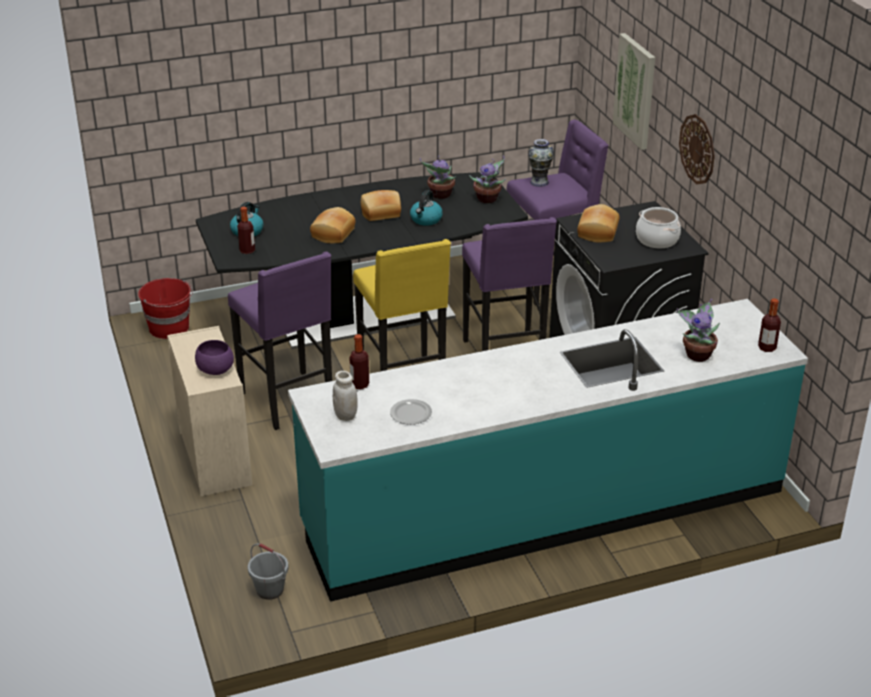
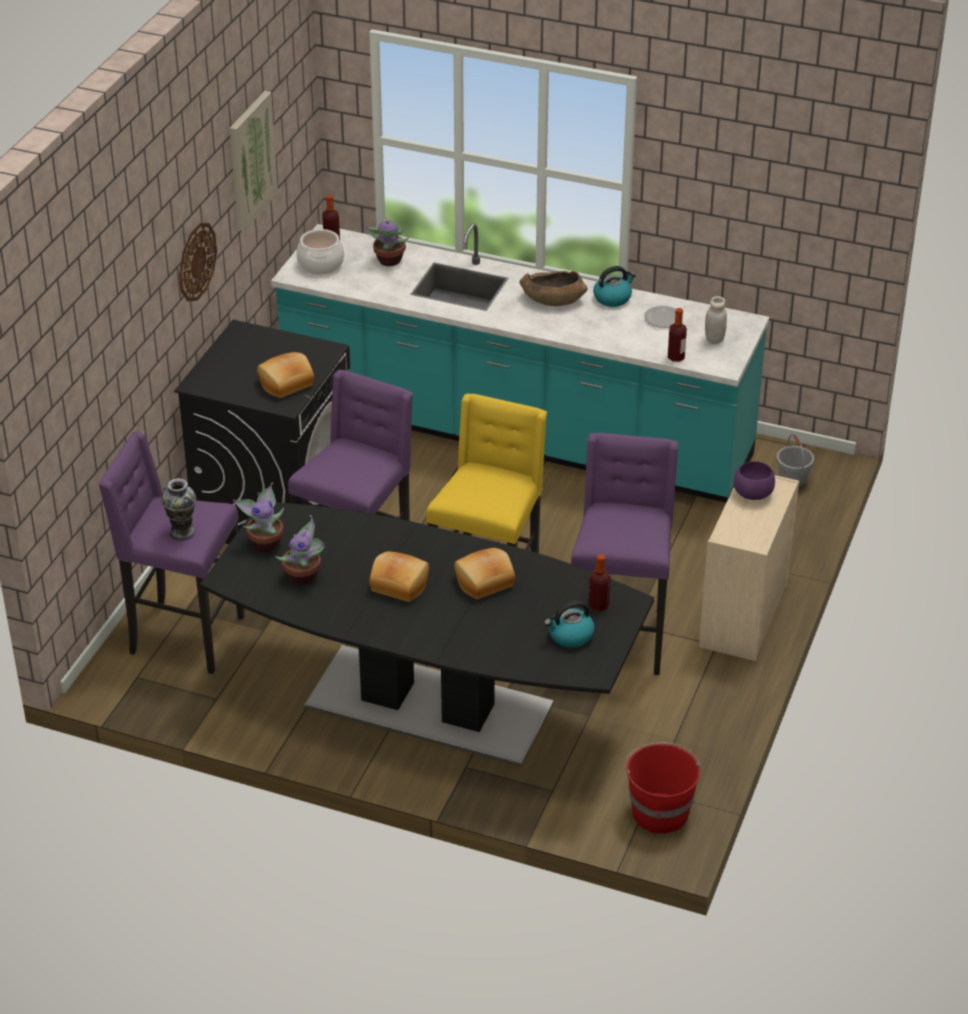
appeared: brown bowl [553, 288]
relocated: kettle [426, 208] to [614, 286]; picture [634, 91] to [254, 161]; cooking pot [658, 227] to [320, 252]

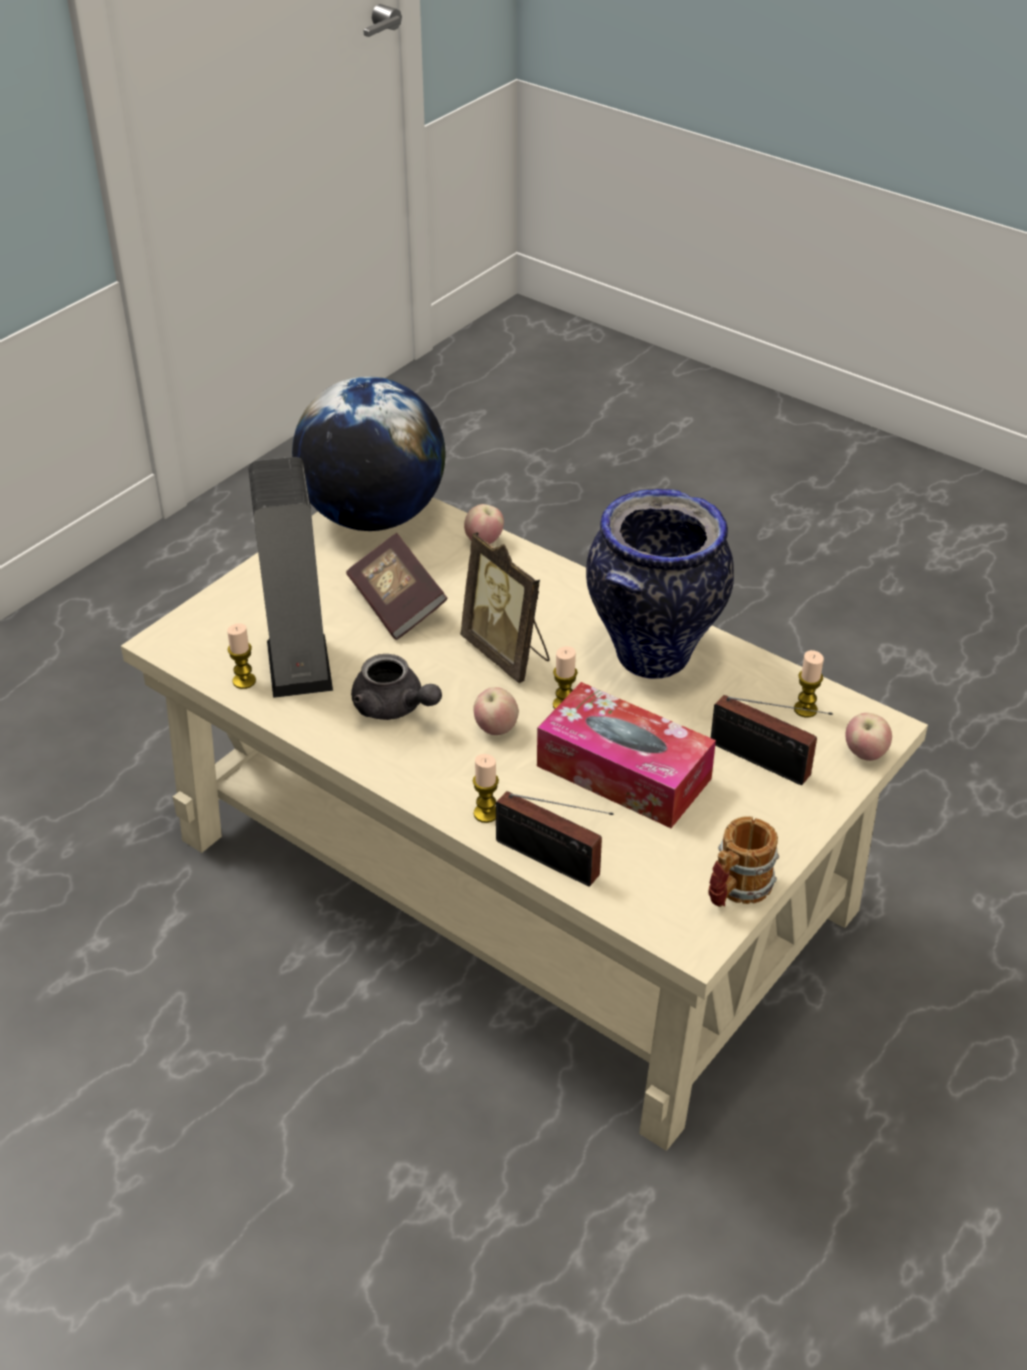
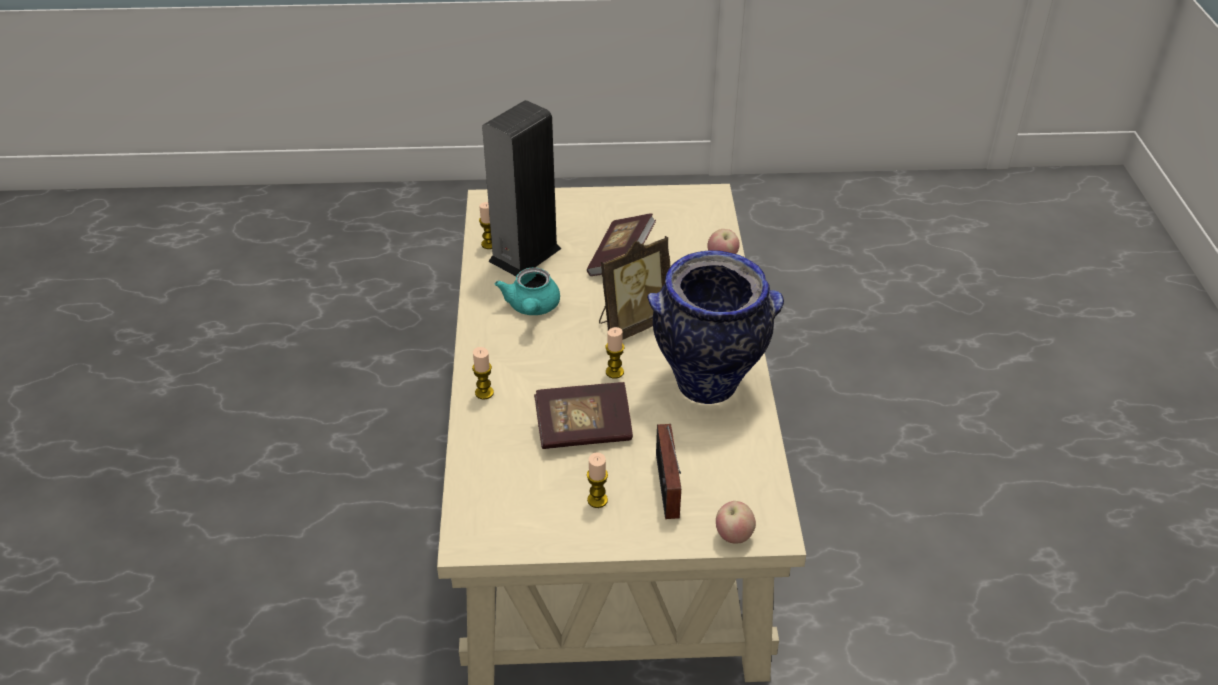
missing: globe [368, 453]; apple [496, 711]; radio [554, 838]; mug [743, 861]
relocated: candle [809, 683] to [597, 480]
exchanged: tissue box [626, 755] to book [583, 415]
colour: grey teapot [396, 687] to turquoise teapot [527, 291]
spun: picture frame [505, 607] = [634, 288] 135 degrees counterclockwise

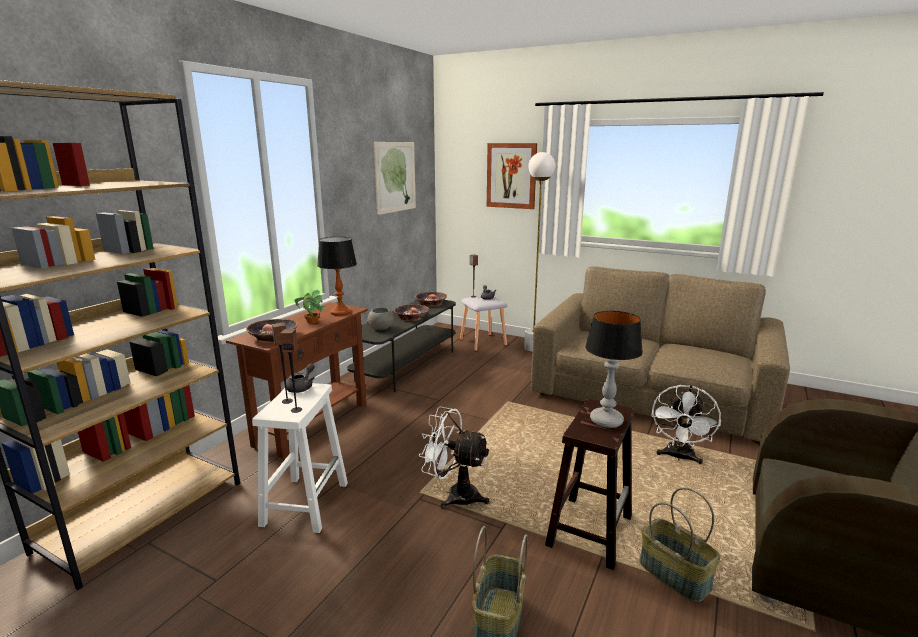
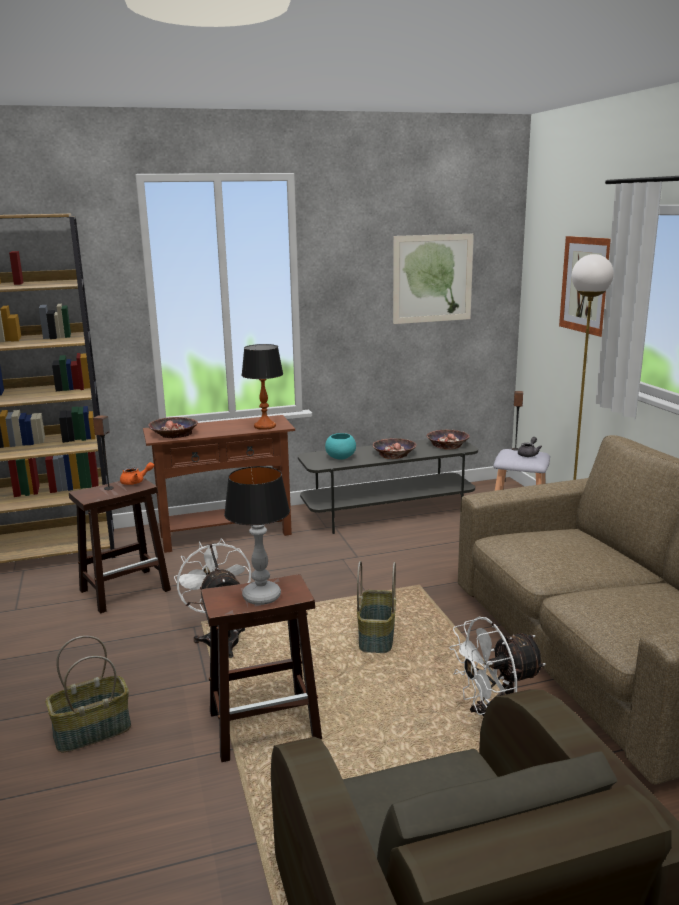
missing: speaker [291, 371]; potted plant [309, 307]
relocated: basket [680, 544] to [376, 607]
colour: white stool [300, 458] to brown stool [120, 546]; grey teapot [300, 378] to orange teapot [137, 473]; grey bowl [380, 319] to turquoise bowl [340, 446]

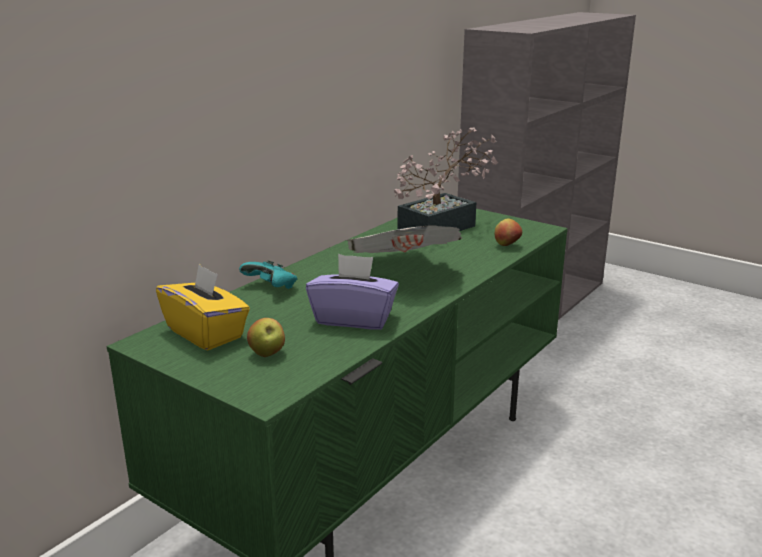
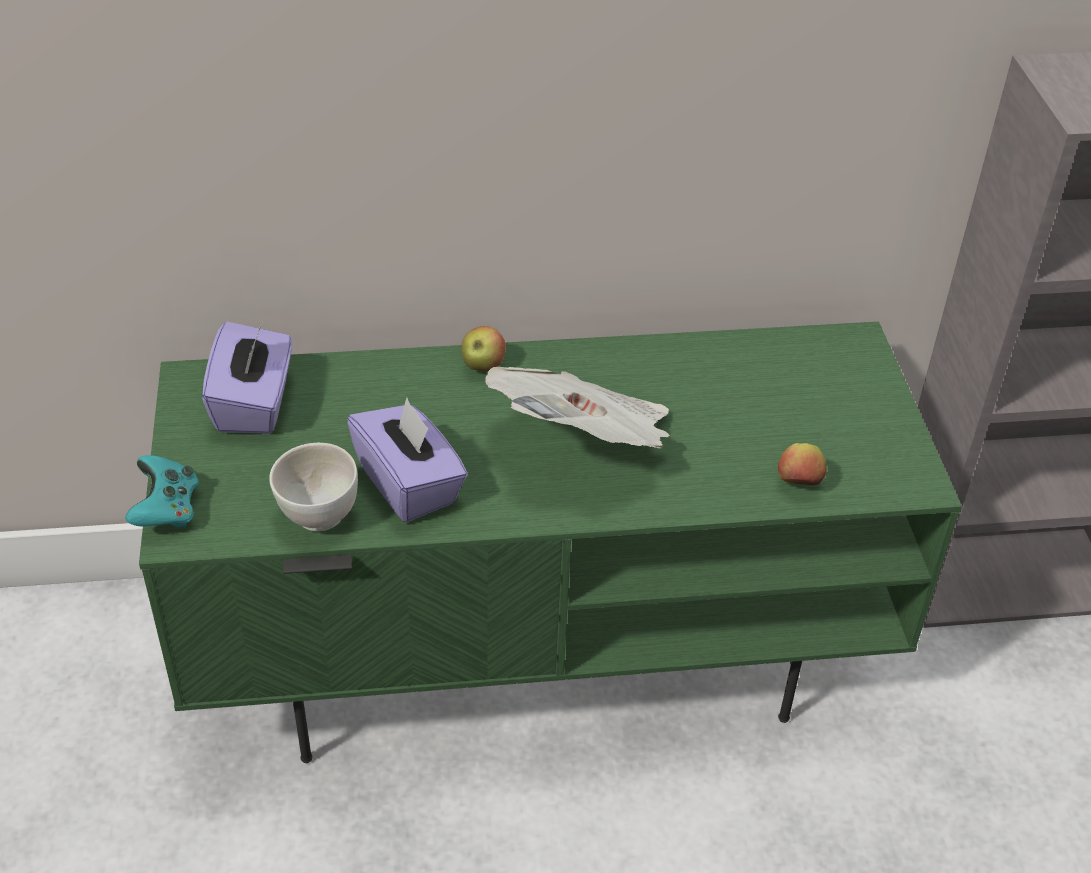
missing: potted plant [446, 179]
appeared: white bowl [313, 487]
relocated: turquoise game controller [268, 274] to [162, 491]; apple [266, 337] to [483, 348]
colour: yellow tissue box [203, 307] to purple tissue box [247, 378]

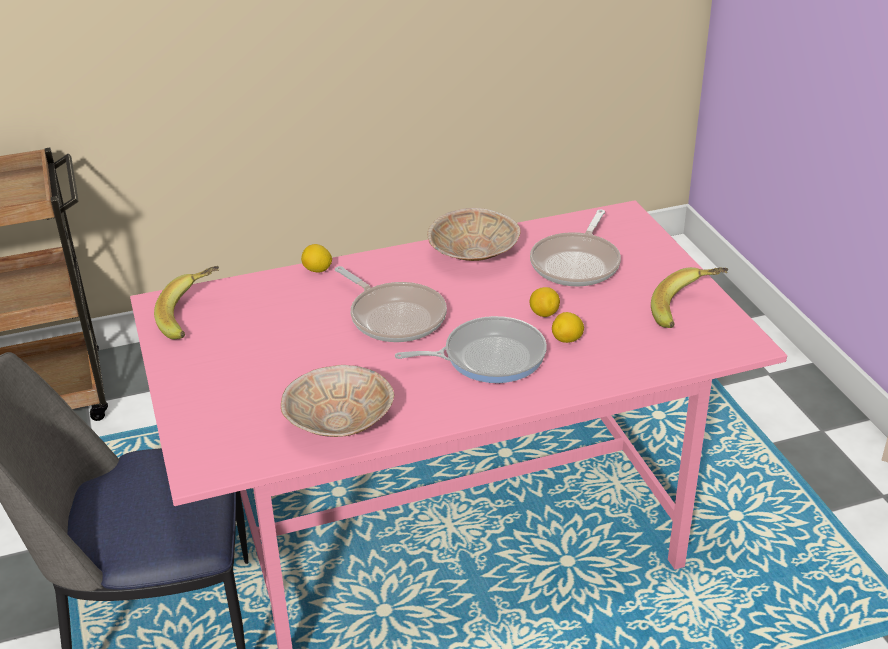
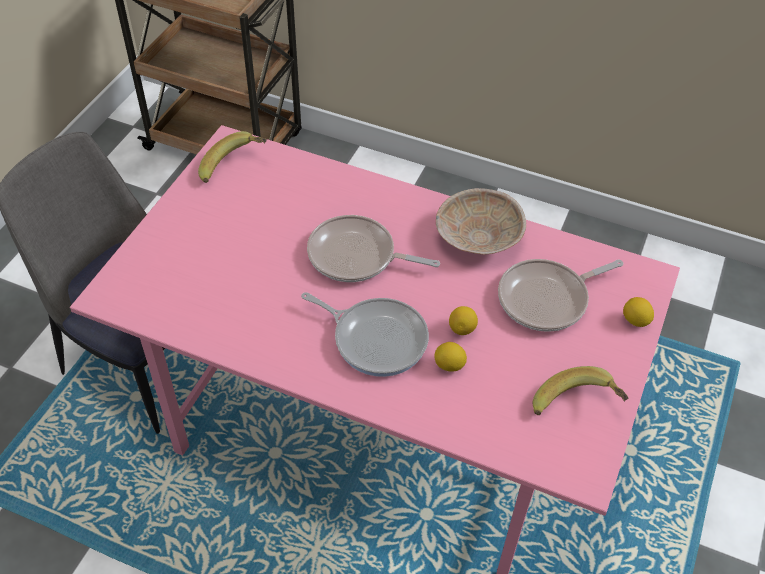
missing: beige bowl [337, 401]
relocated: lemon [316, 258] to [638, 312]
spun: frying pan [391, 304] = [373, 248] 105 degrees clockwise

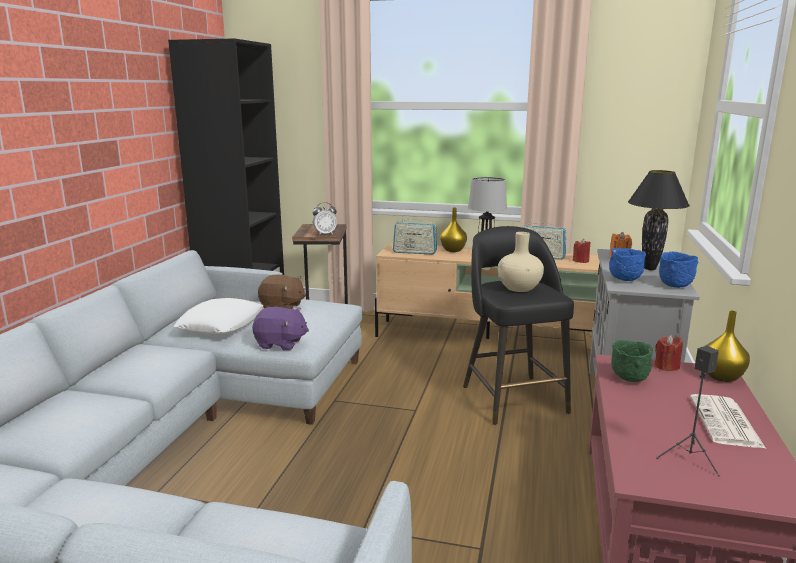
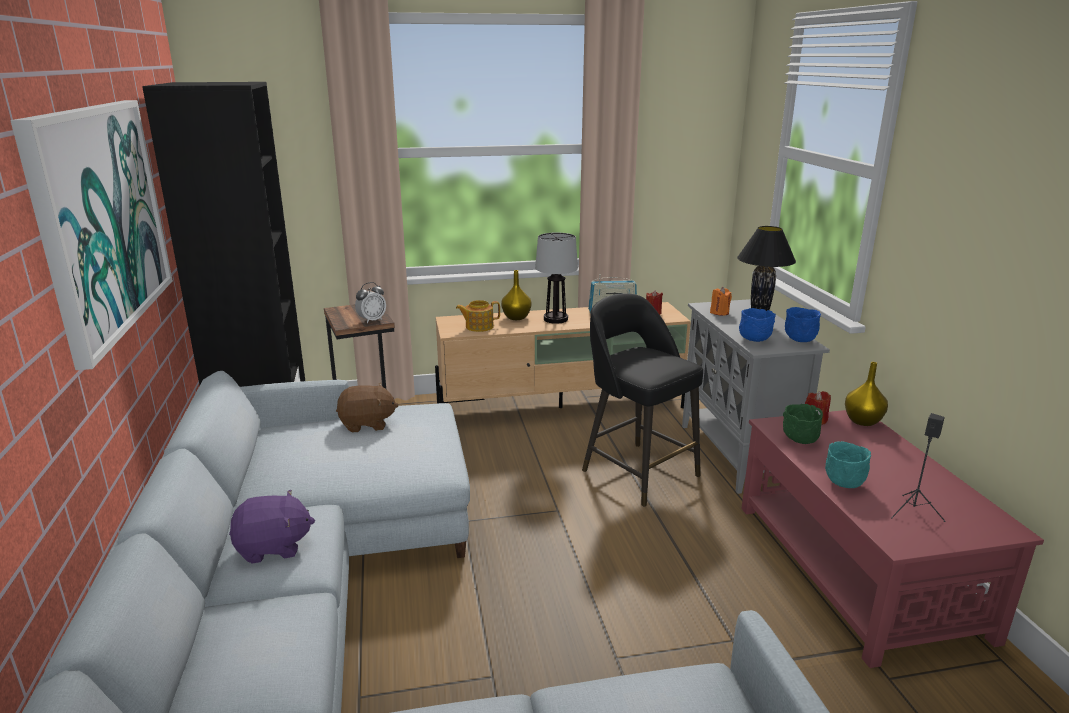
missing: white pillow [218, 316]; beige vase [521, 262]; newspaper [728, 421]
appeared: picture [91, 235]; turquoise bowl [848, 464]
relocated: purple plush toy [280, 328] to [272, 526]
exchanged: radio [415, 235] to teapot [478, 316]

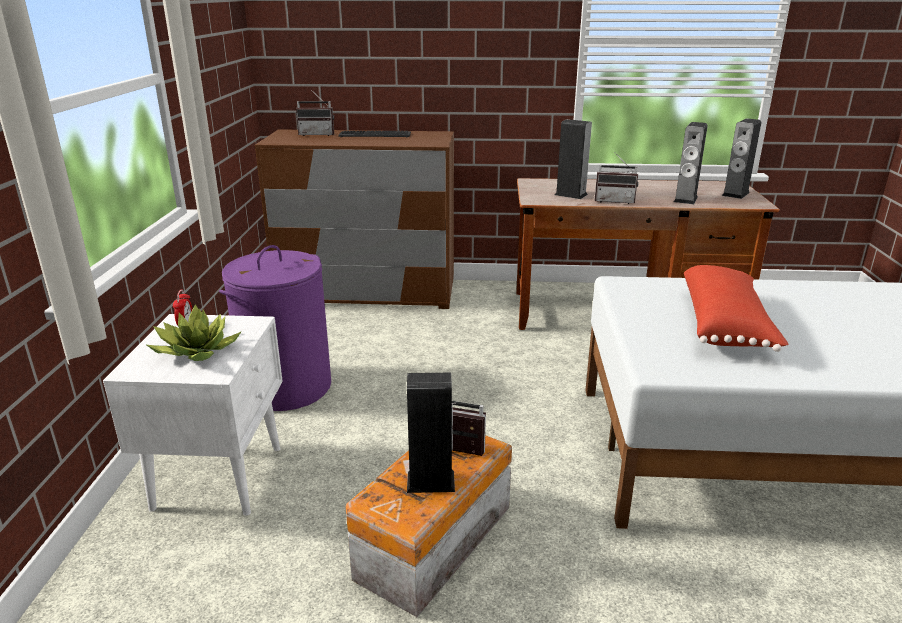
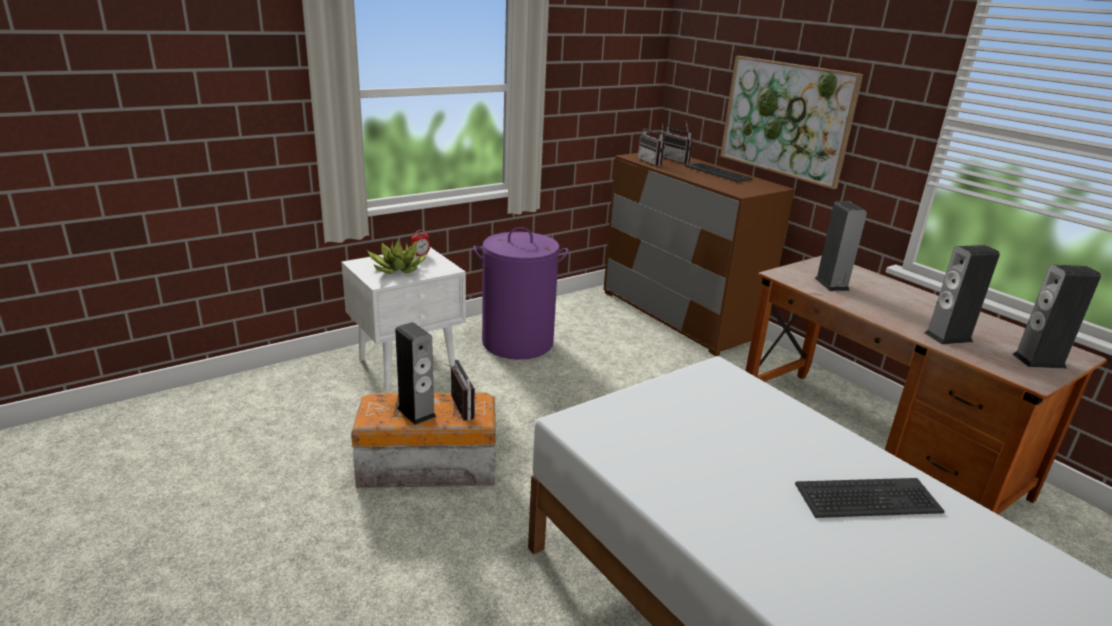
missing: red pillow [736, 308]
appeared: picture [791, 122]; keyboard [870, 498]
relocated: radio [616, 178] to [651, 144]

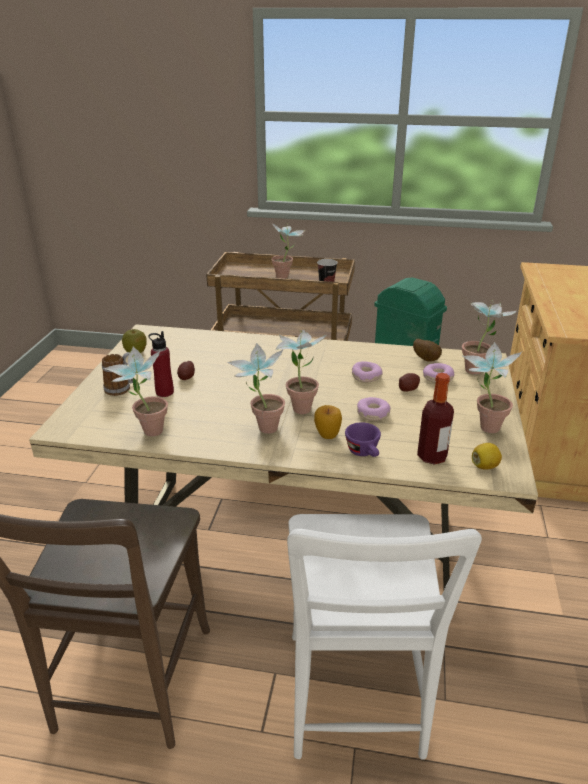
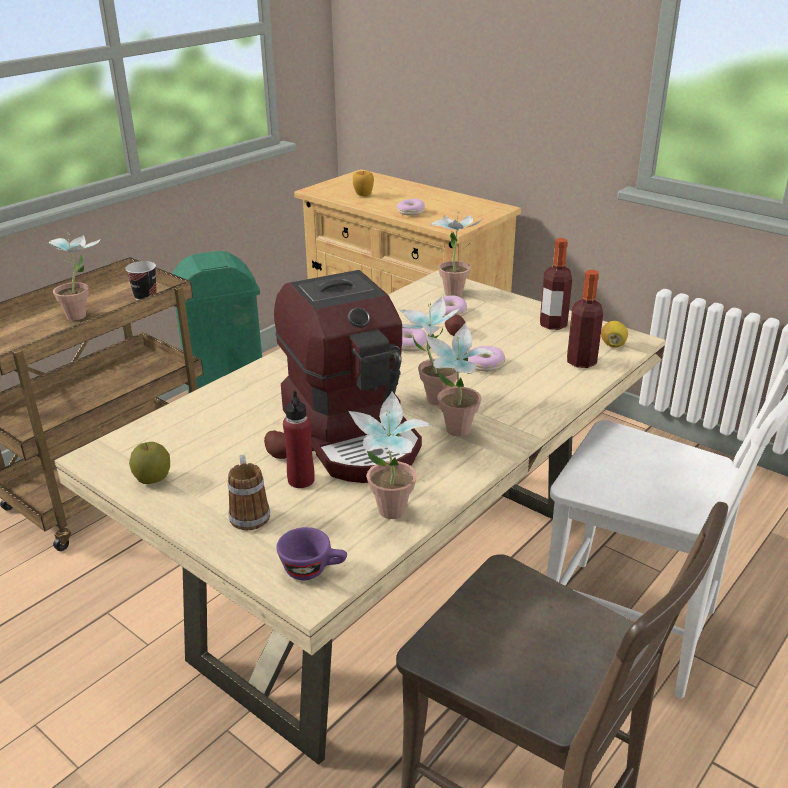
missing: potato [427, 350]
appeared: coffee machine [348, 376]; donut [411, 207]
relocated: apple [328, 422] to [363, 183]; purple cup [363, 439] to [311, 553]
exchanged: potted plant [491, 387] to bottle [556, 284]

